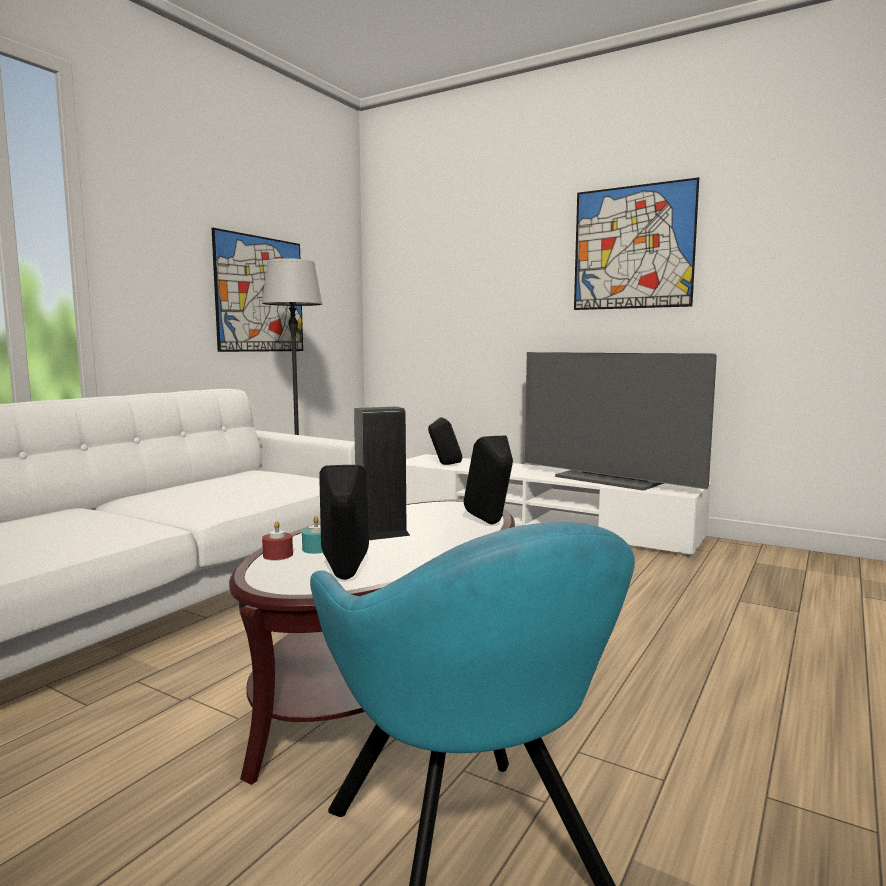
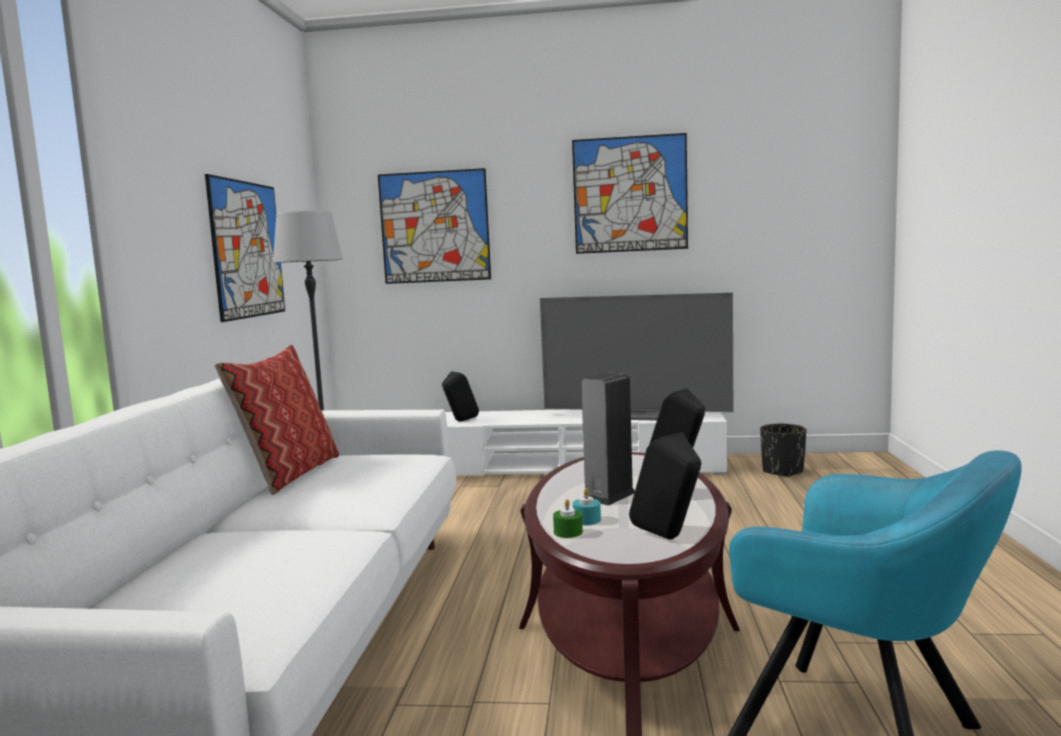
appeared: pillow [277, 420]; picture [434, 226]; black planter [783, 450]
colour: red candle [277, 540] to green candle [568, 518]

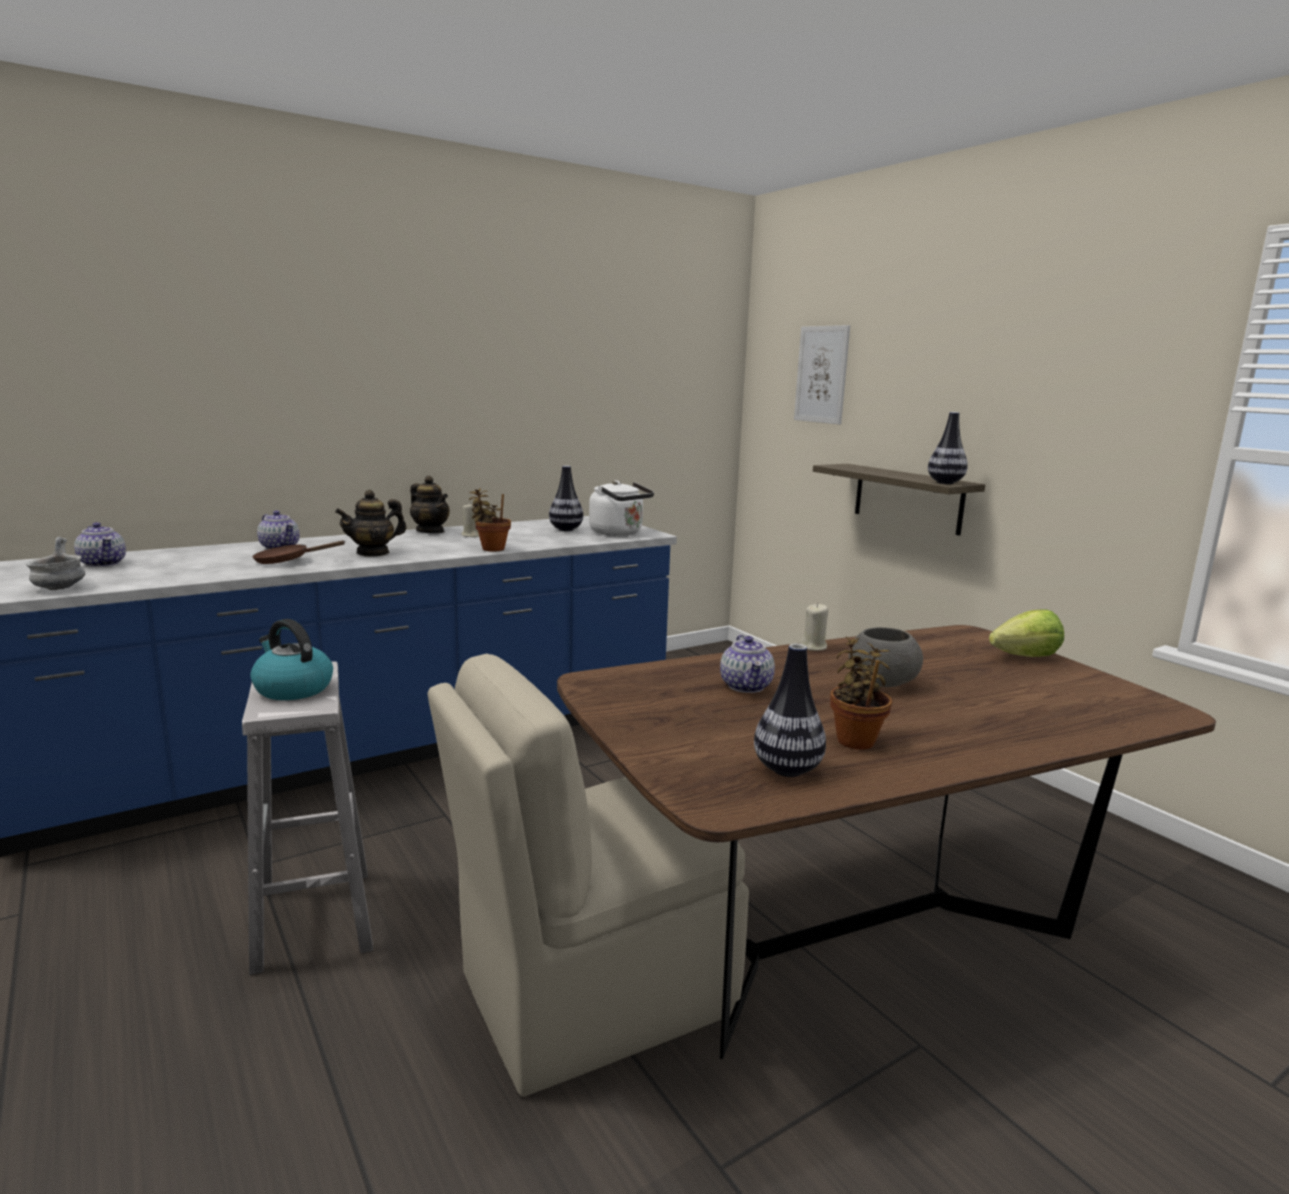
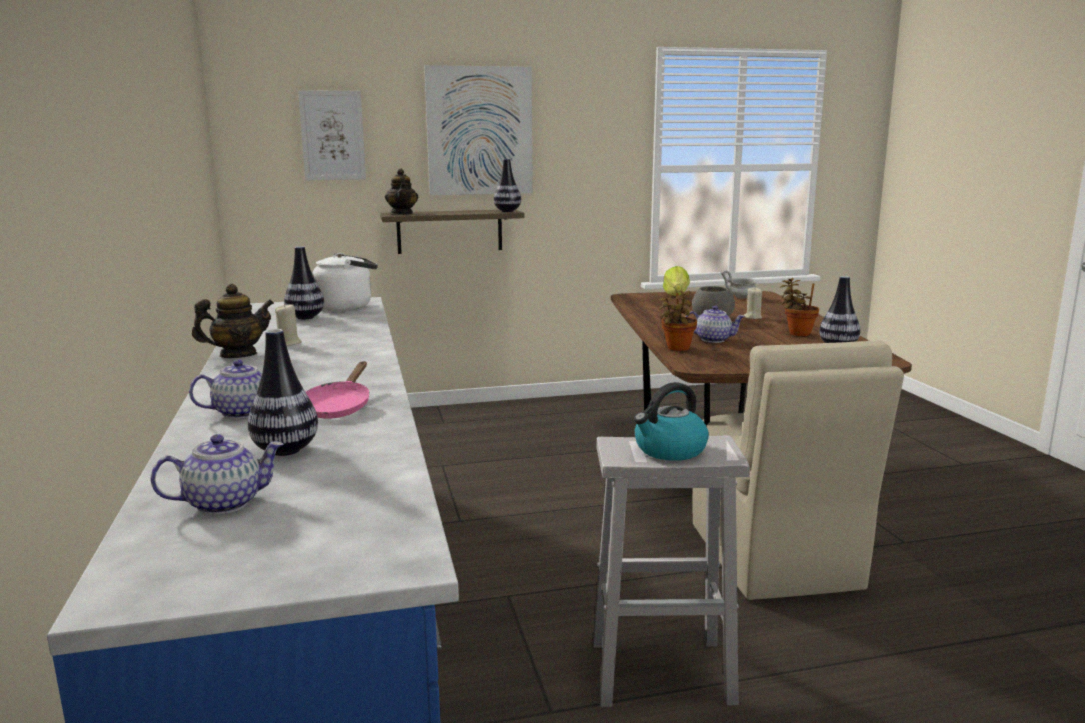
appeared: vase [283, 392]; picture [478, 130]
relocated: grey bowl [55, 563] to [738, 285]; teapot [371, 523] to [401, 191]; potted plant [490, 520] to [678, 321]; beige candle [814, 627] to [753, 303]
colour: brown frying pan [299, 552] to pink frying pan [337, 390]

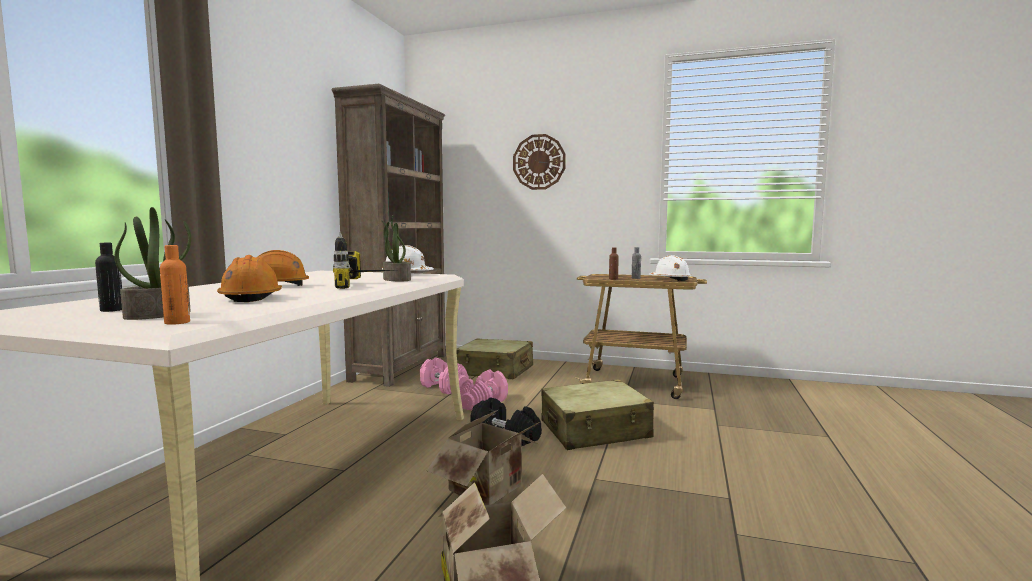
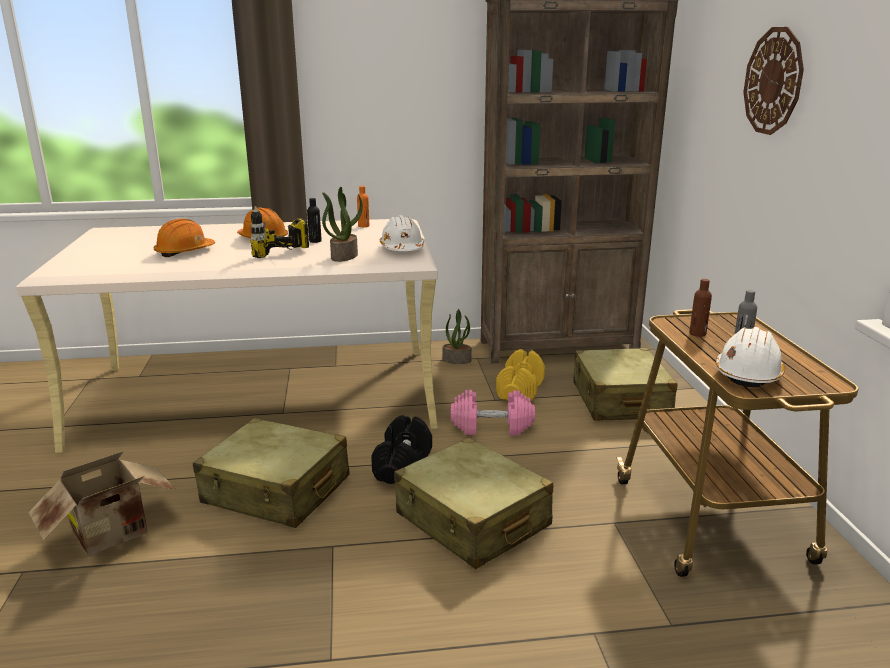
relocated: black bottle [108, 277] to [314, 220]; potted plant [153, 263] to [457, 336]; orange bottle [175, 285] to [363, 206]
exchanged: cardboard box [483, 457] to beige suitcase [271, 473]
colour: pink dumbbell [444, 375] to yellow dumbbell [520, 375]

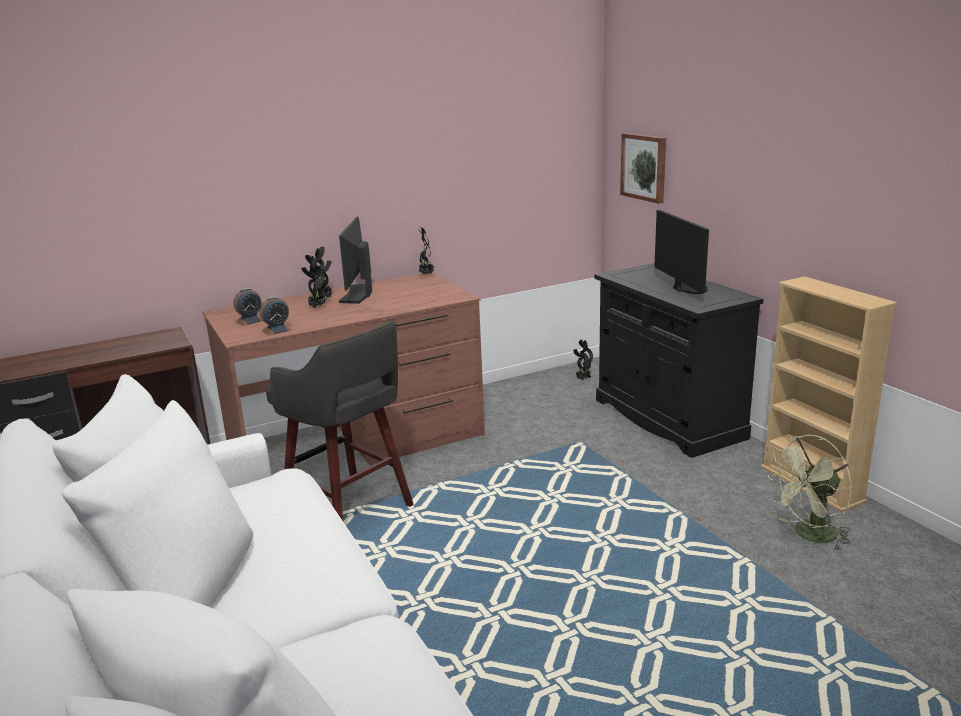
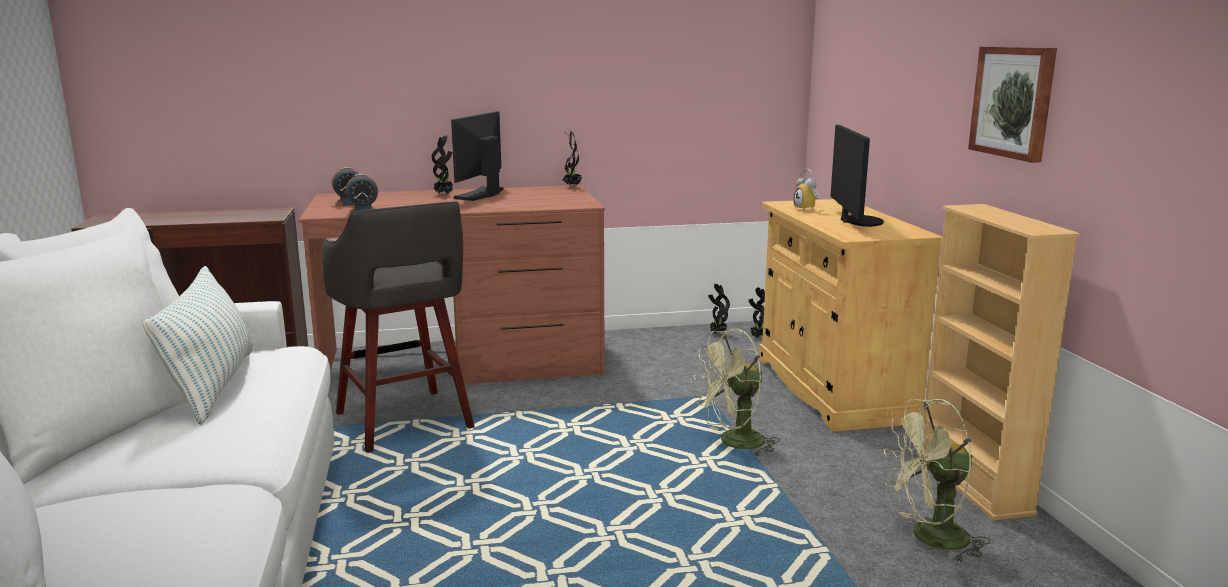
appeared: pillow [198, 345]; green fan [737, 393]; alarm clock [806, 190]
relocated: potted plant [313, 281] to [719, 309]; picture [643, 168] to [1012, 105]
colour: black cabinet [679, 360] to beige cabinet [851, 315]

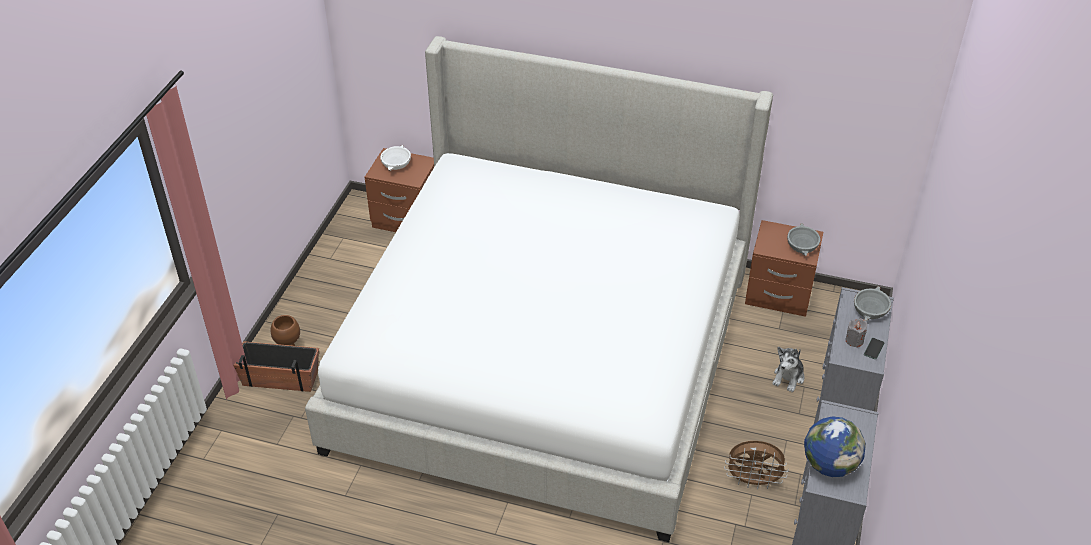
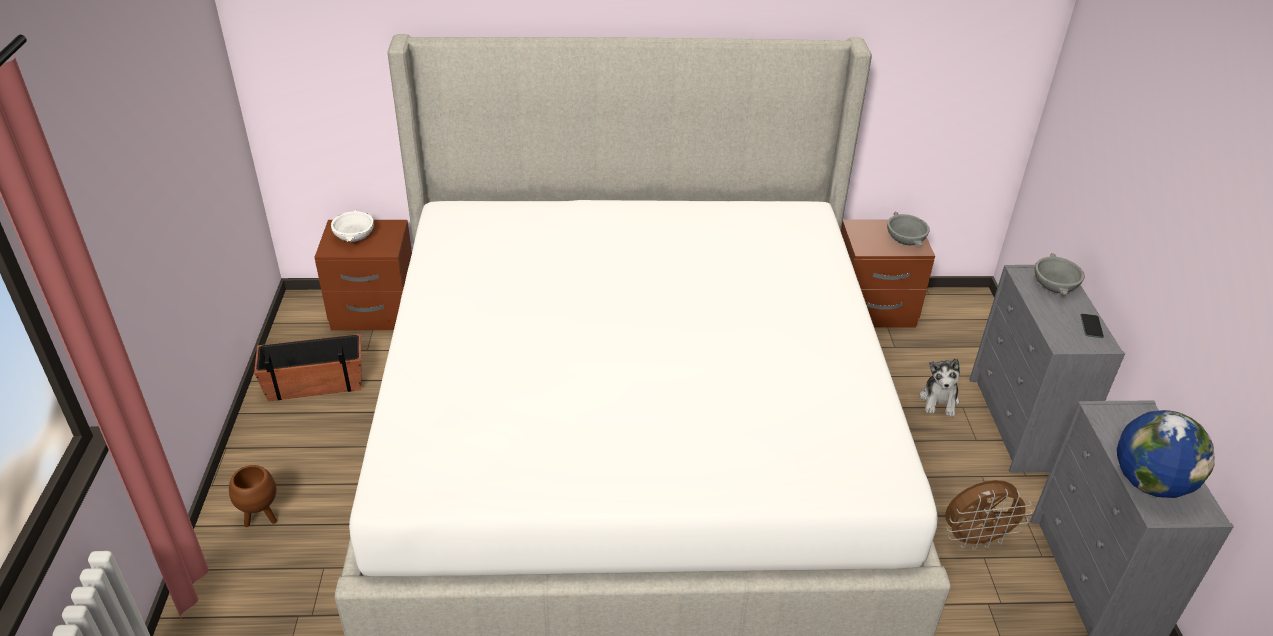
missing: grey candle [856, 333]
relocated: planter [276, 366] to [307, 367]

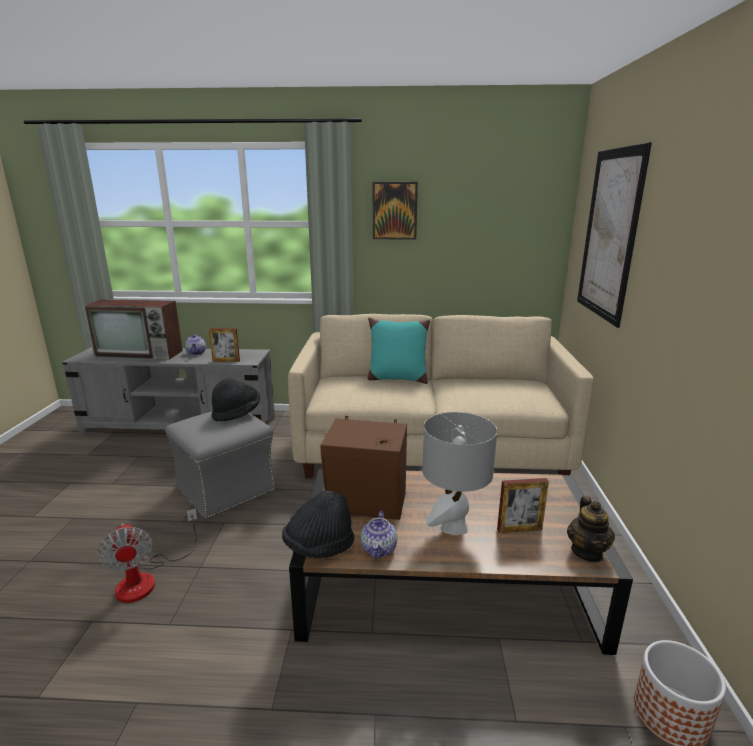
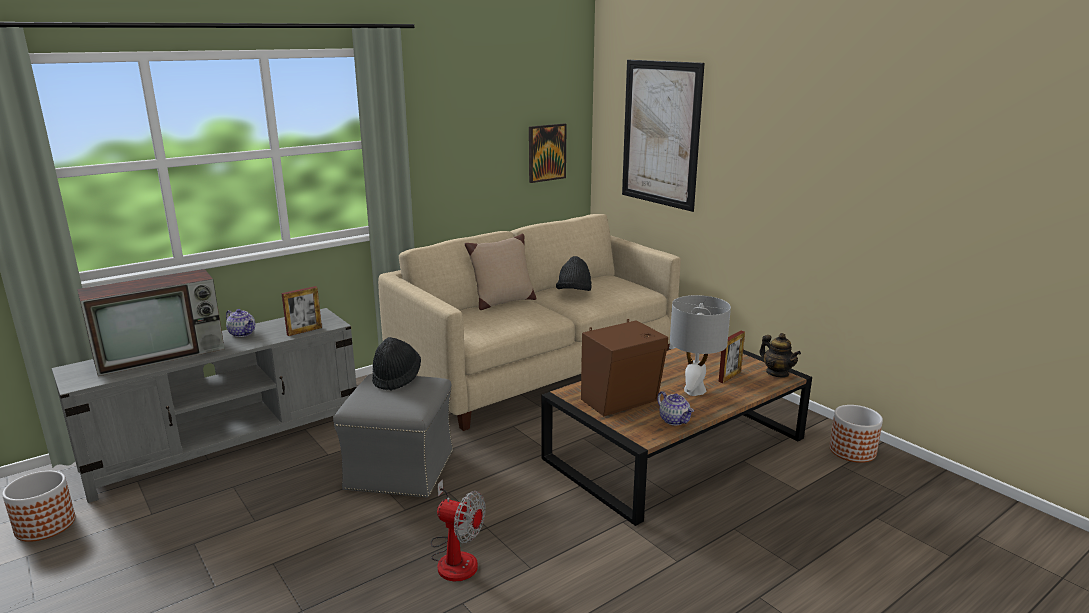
appeared: planter [38, 506]
relocated: black hat [318, 524] to [573, 273]; picture [395, 211] to [548, 153]
colour: turquoise pillow [399, 350] to beige pillow [500, 272]

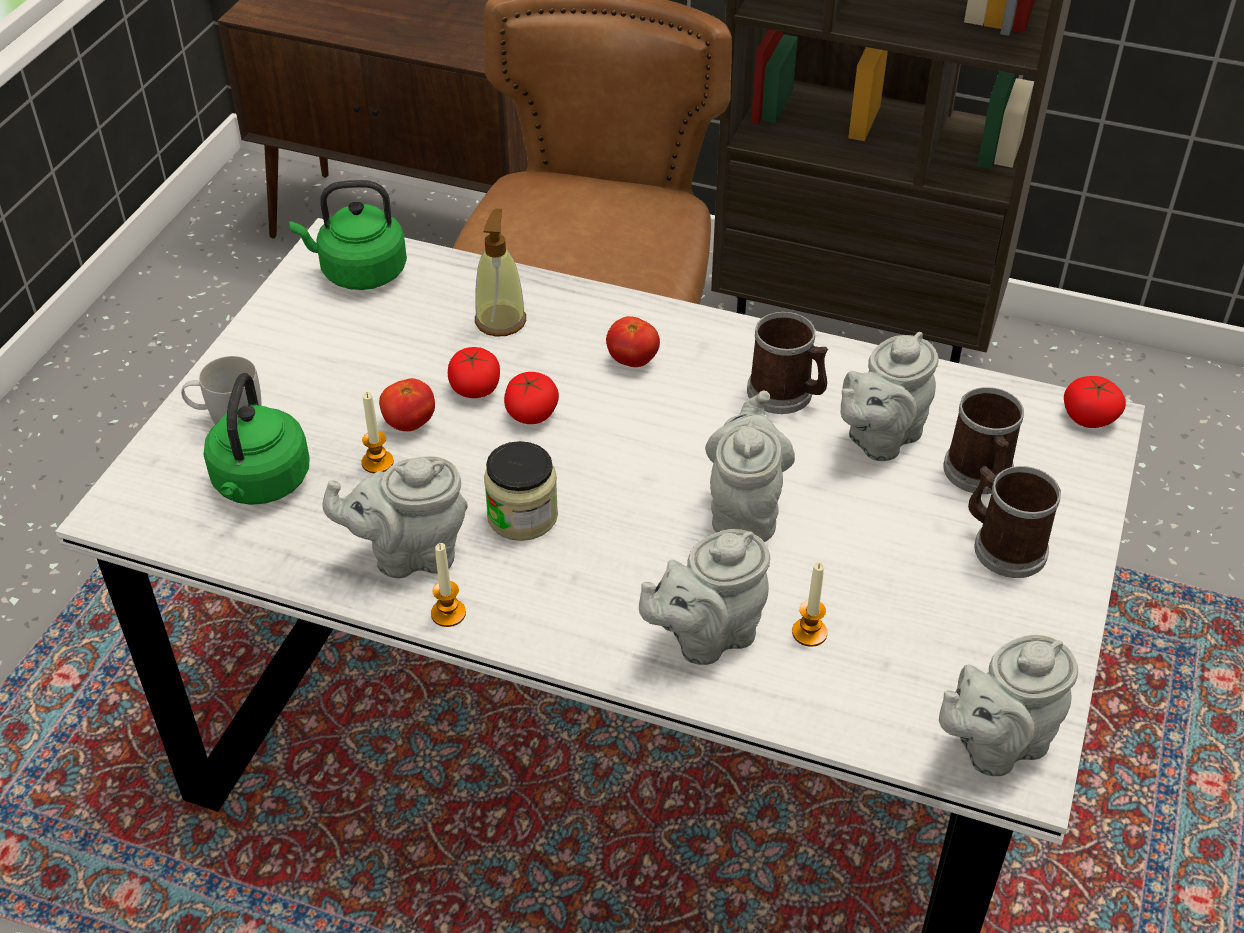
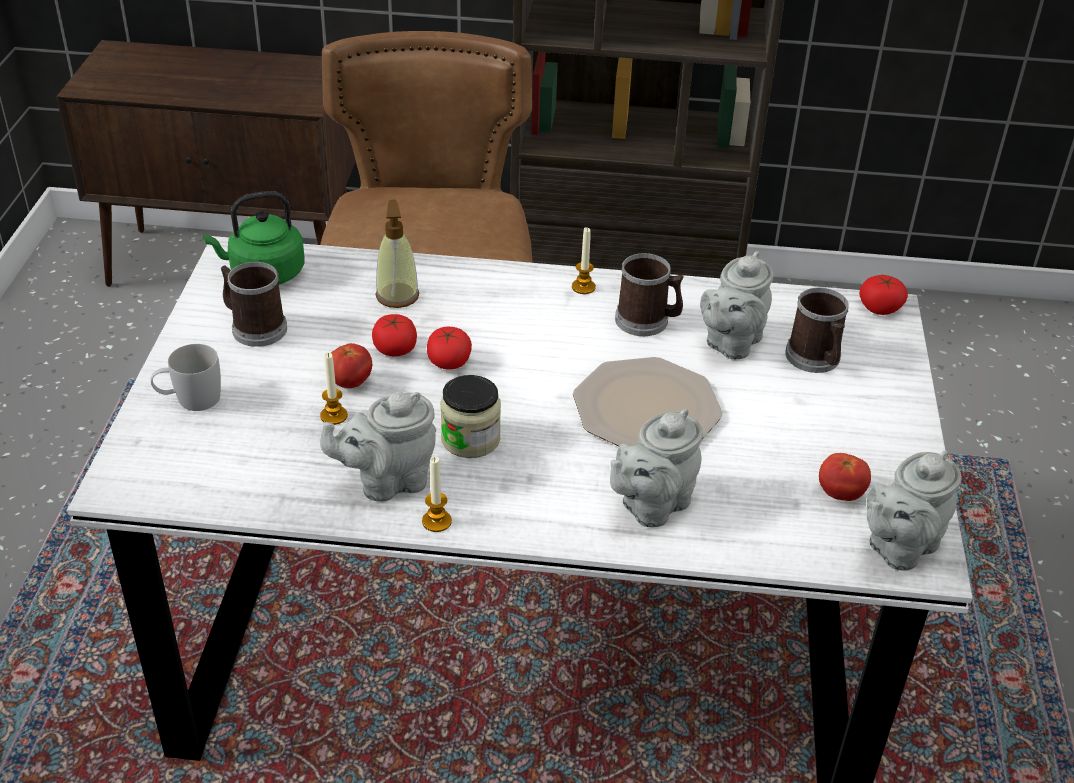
missing: green kettle [257, 439]
relocated: tomato [633, 341] to [845, 477]; candle [810, 604] to [584, 260]; mug [1014, 522] to [254, 304]
exchanged: grey teapot [750, 466] to plate [648, 401]

